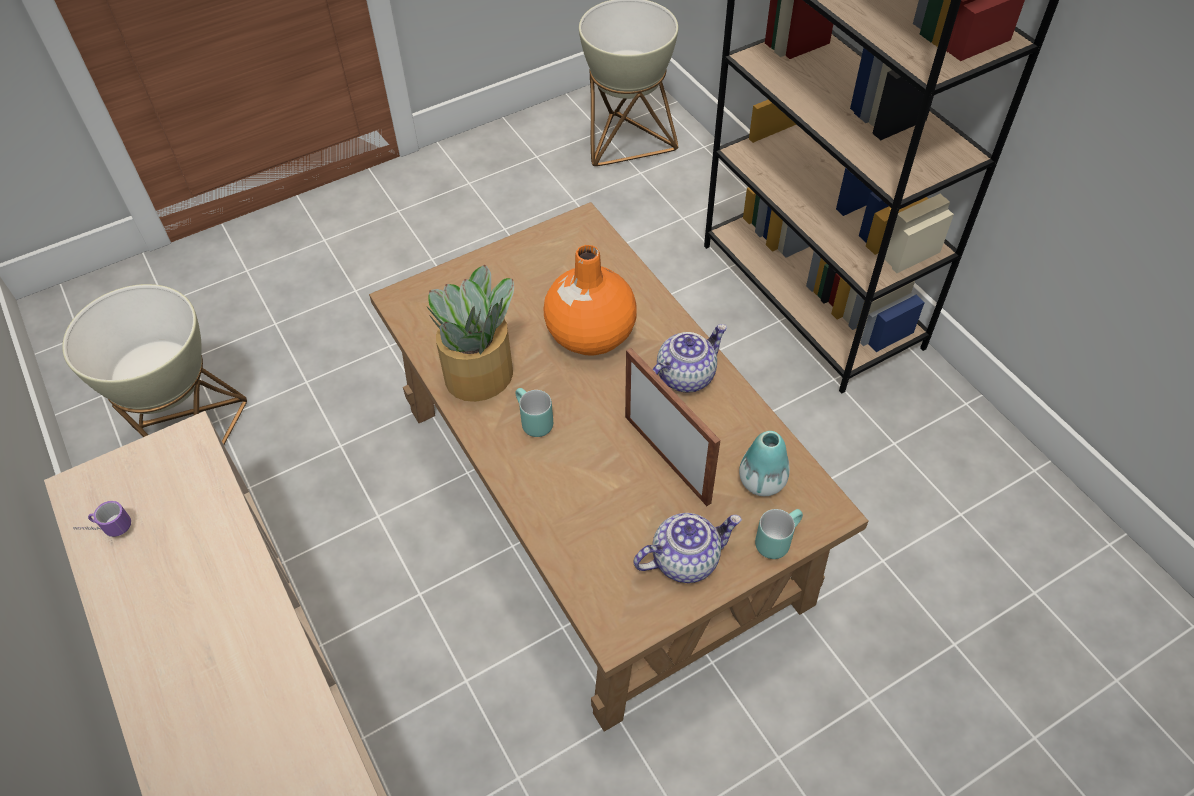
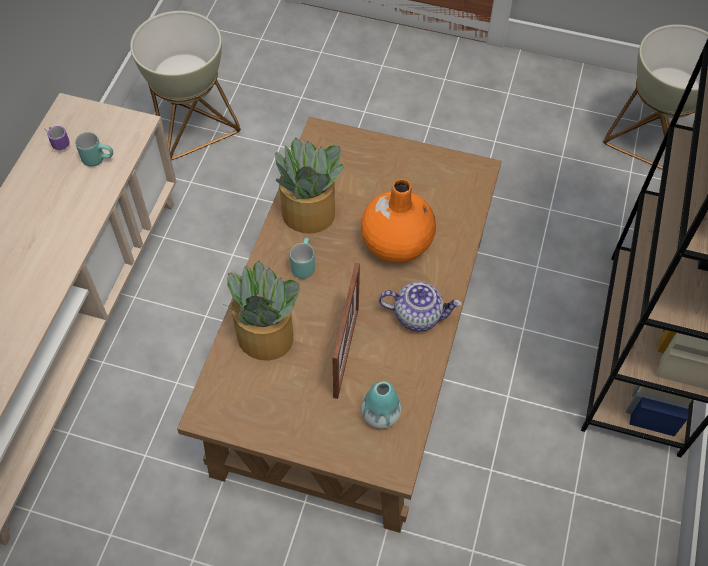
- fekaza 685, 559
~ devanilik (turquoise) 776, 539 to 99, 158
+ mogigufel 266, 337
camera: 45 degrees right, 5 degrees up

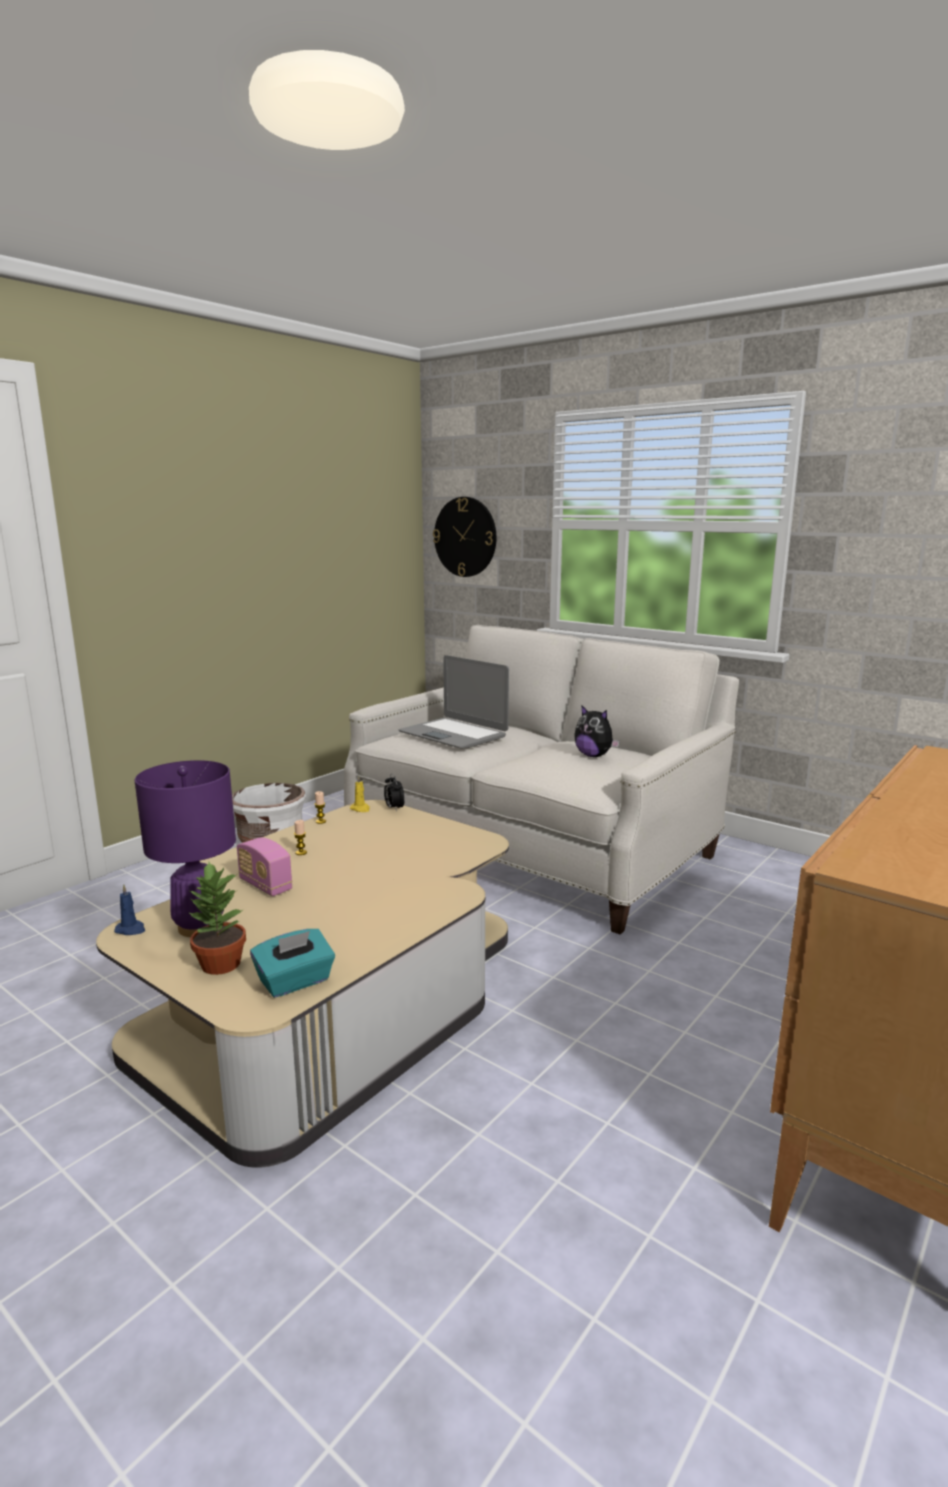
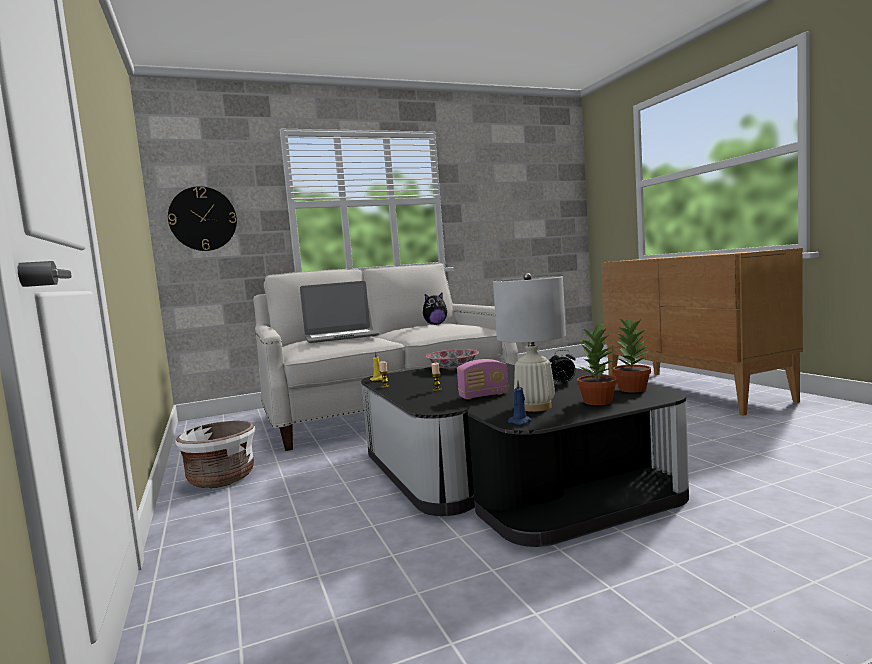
~ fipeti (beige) 335, 987 to fipeti (black) 502, 470
~ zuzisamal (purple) 199, 927 to zuzisamal (white) 535, 407
~ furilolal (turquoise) 295, 982 to mogigufel 632, 389
~ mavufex 394, 808 to 563, 383
+ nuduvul 453, 368
camera: 60 degrees left, 10 degrees down

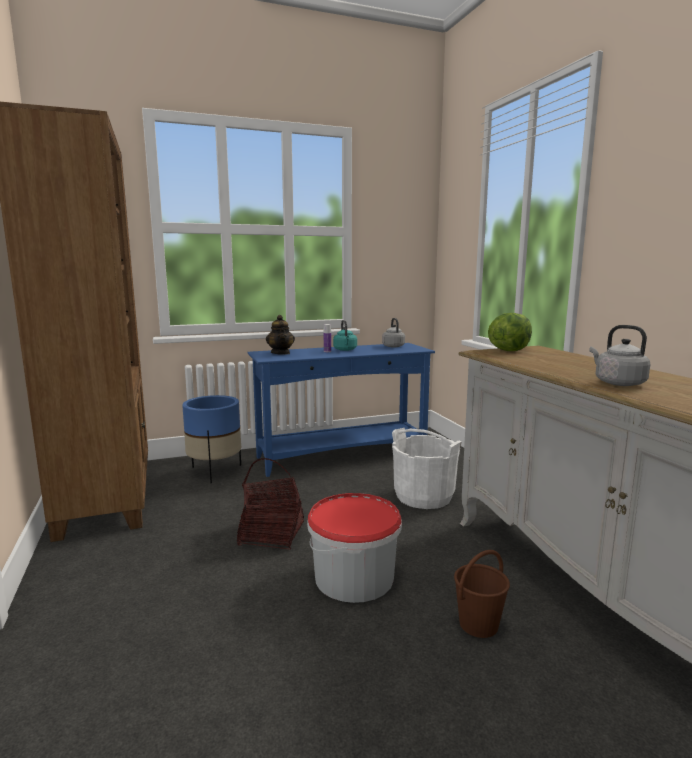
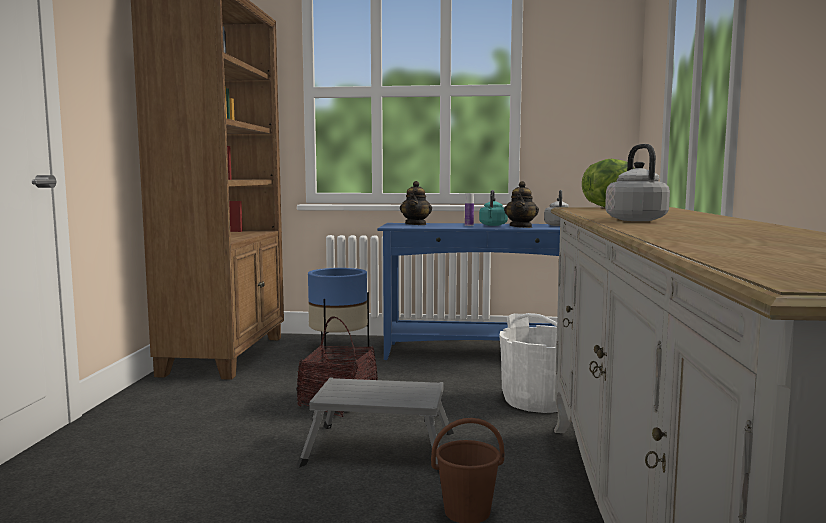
~ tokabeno 354, 577 to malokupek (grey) 380, 449
+ fekaza 521, 227
camera: 25 degrees right, 5 degrees down

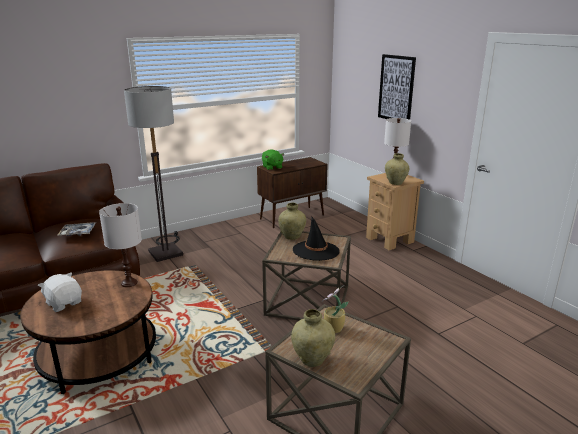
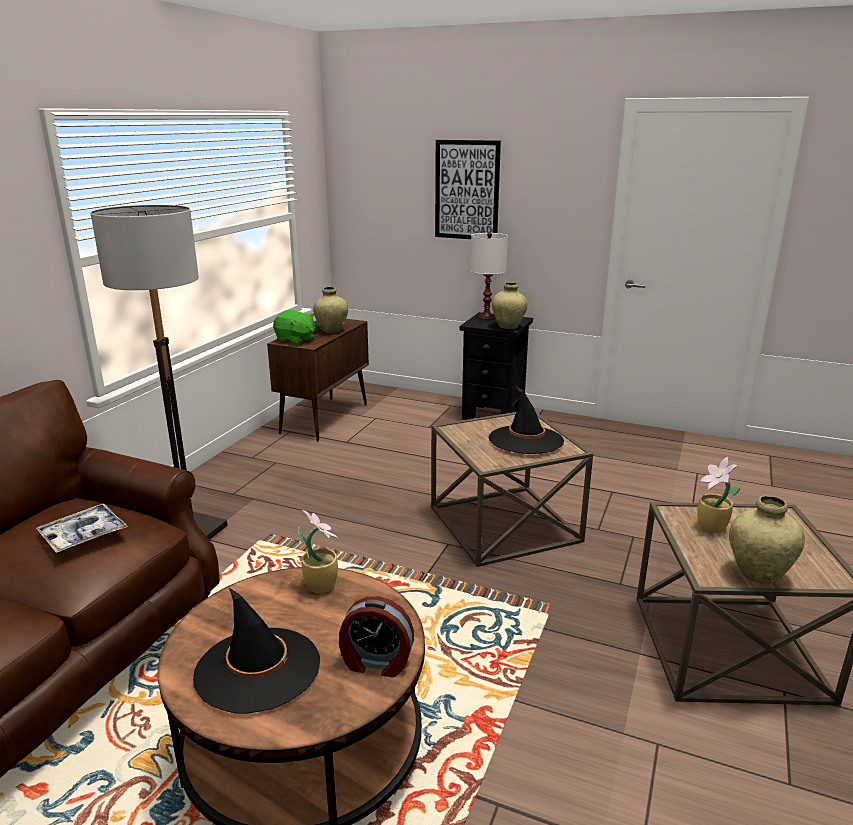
~ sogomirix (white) 64, 303 to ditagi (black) 258, 669
~ zuzisamal (white) 129, 283 to mogigufel 321, 584
~ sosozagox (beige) 292, 237 to 332, 331
~ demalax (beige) 389, 240 to demalax (black) 493, 414
+ mavufex 376, 663
camera: 35 degrees left, 0 degrees up

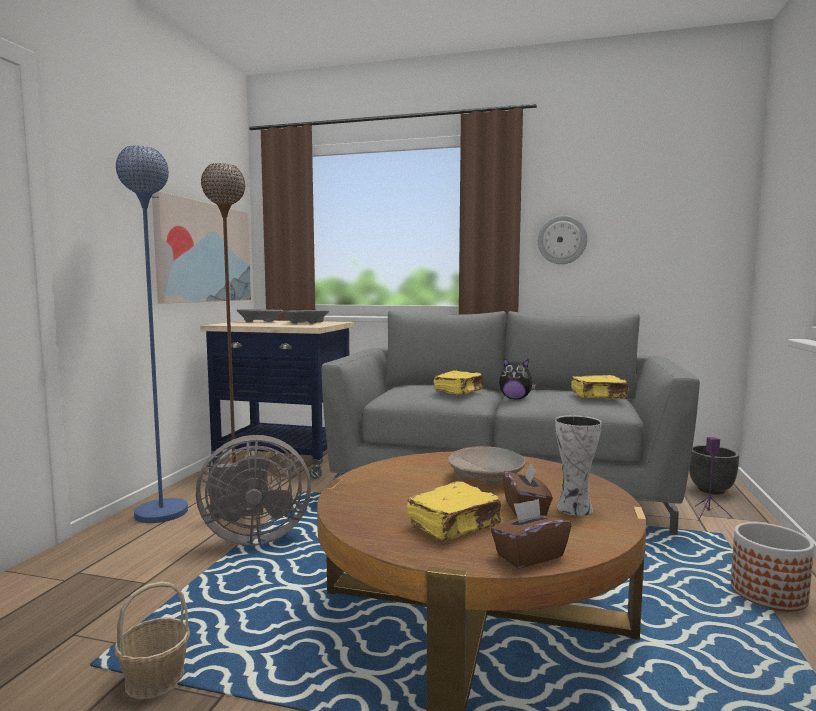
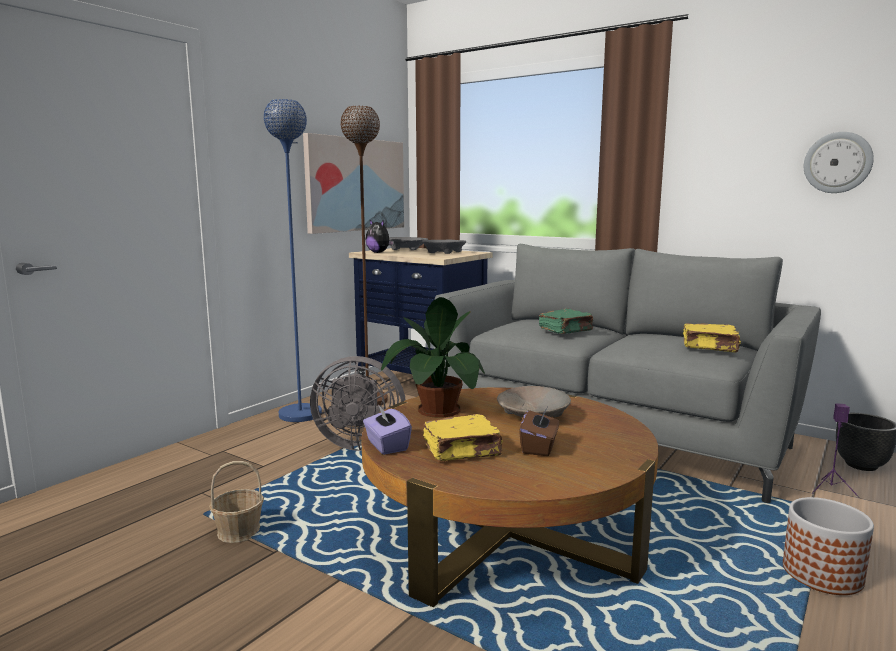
~ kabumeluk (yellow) 459, 391 to kabumeluk (green) 566, 330
- furilolal (brown) 529, 556
~ sogomirix 515, 399 to 379, 252
~ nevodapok 562, 240 to 837, 162
- sosozagox 573, 509
+ furilolal (purple) 386, 445
+ mogigufel 437, 411
camera: 20 degrees right, 5 degrees up

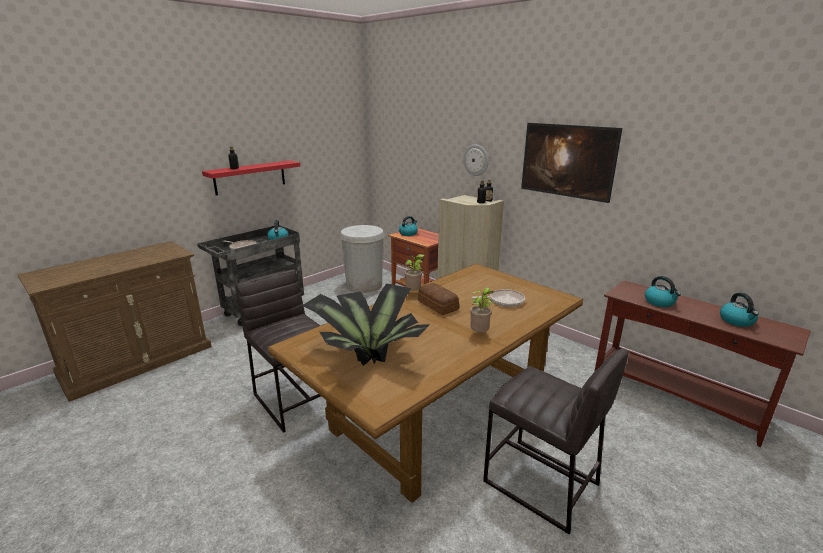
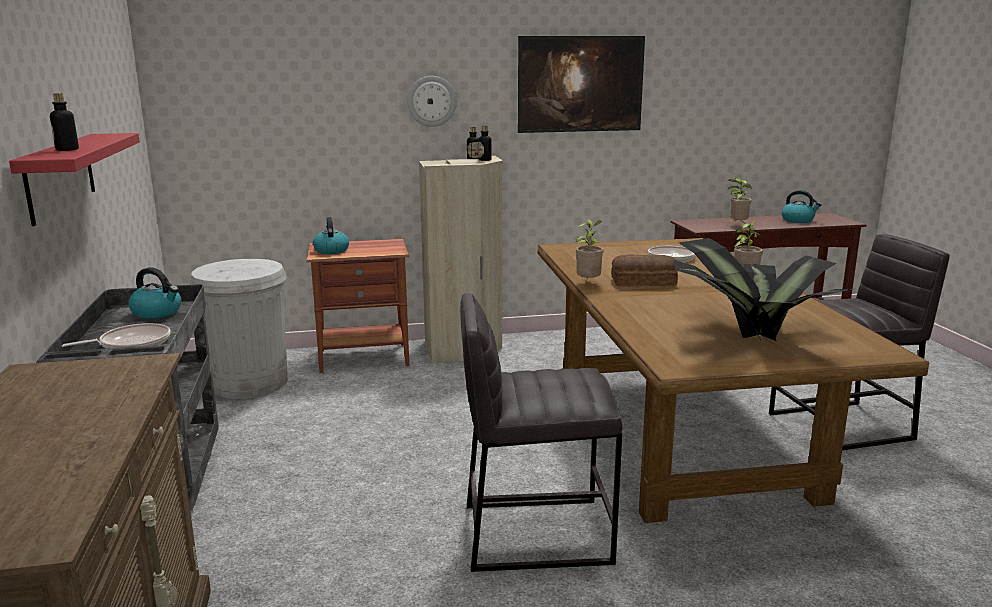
~ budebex 660, 302 to mogigufel 737, 225
camera: 55 degrees left, 5 degrees down

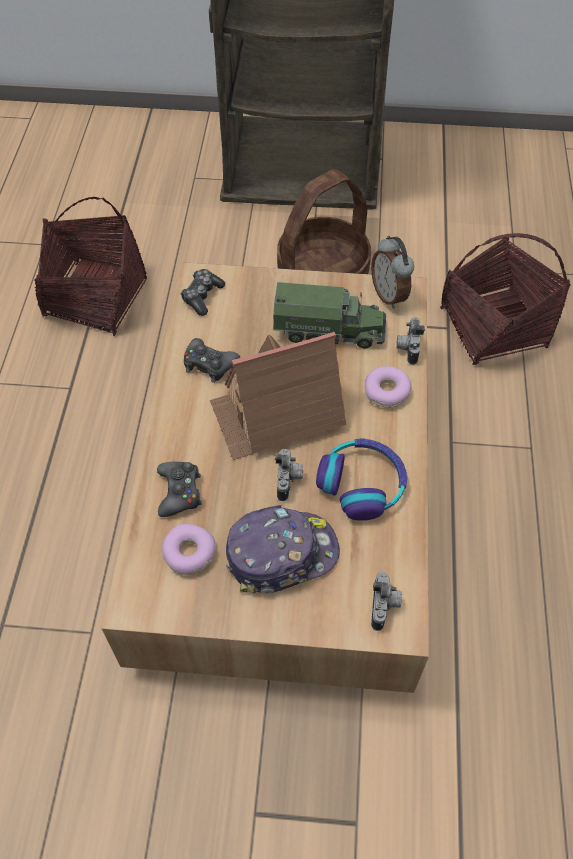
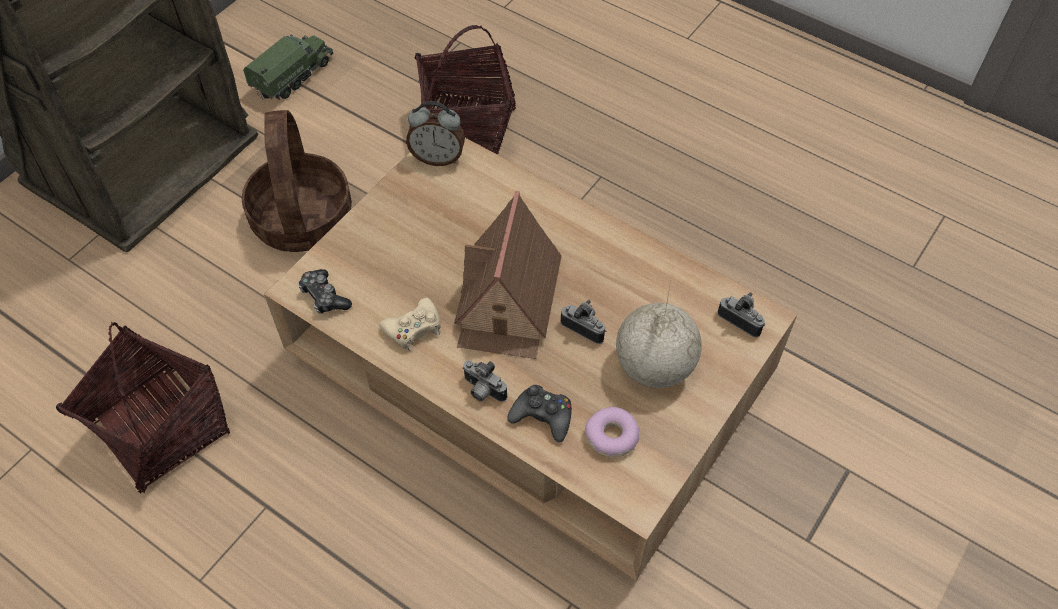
~ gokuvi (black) 209, 364 to gokuvi (beige) 413, 328
~ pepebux 281, 554 to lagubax 653, 367
~ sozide 328, 330 to 293, 76
- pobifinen 362, 484
- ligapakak 386, 392
~ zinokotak 407, 348 to 482, 391
camera: 60 degrees left, 0 degrees up

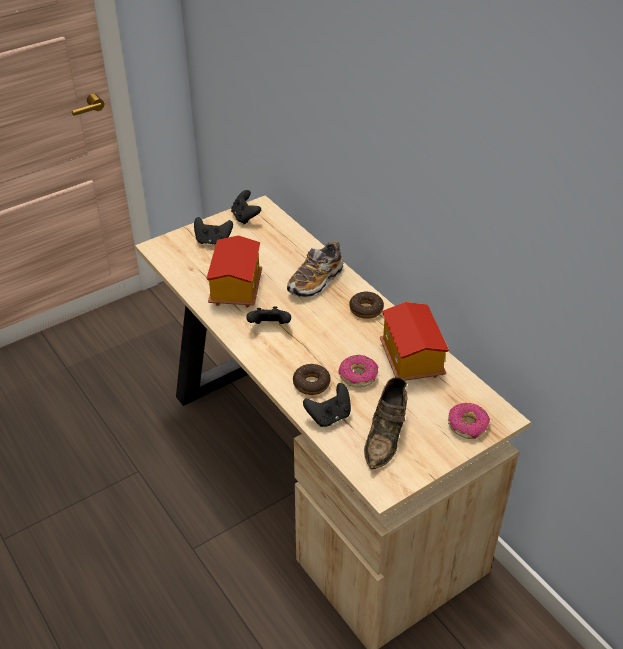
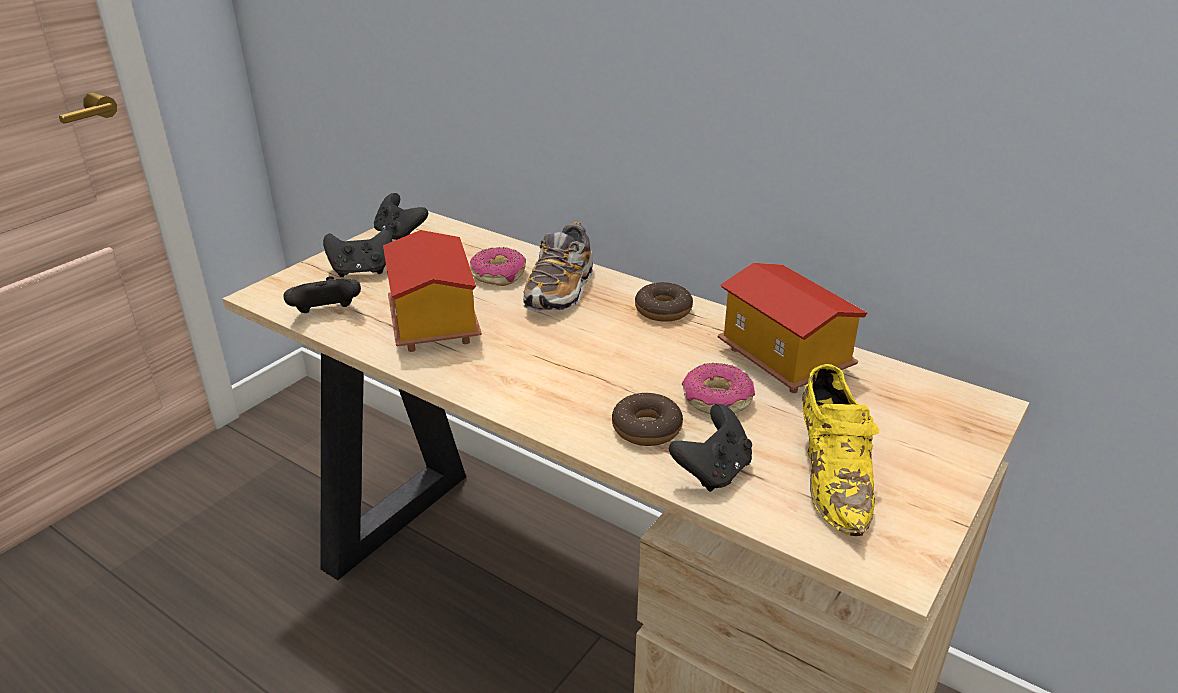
~ gokuvi (black) 269, 327 to 326, 314
~ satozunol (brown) 386, 436 to satozunol (yellow) 832, 478
~ ligapakak 467, 425 to 499, 275
camera: 20 degrees left, 10 degrees down

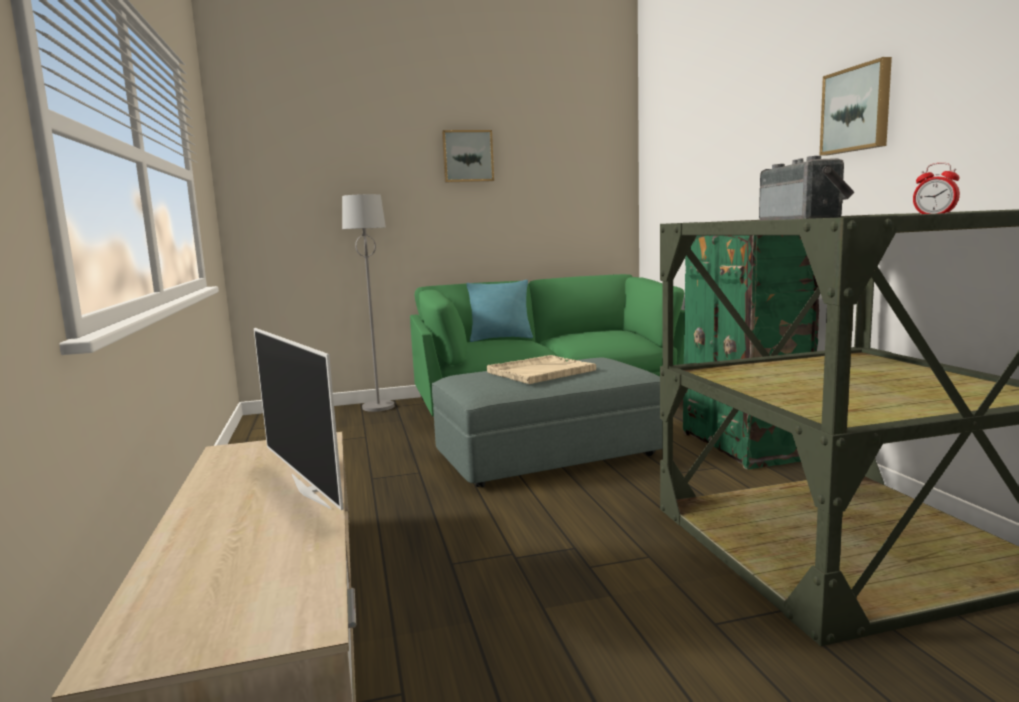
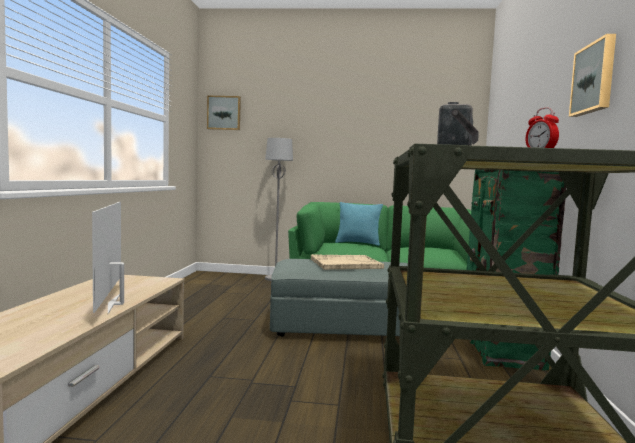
~ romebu 467, 156 to 224, 113
camera: 20 degrees right, 5 degrees down

